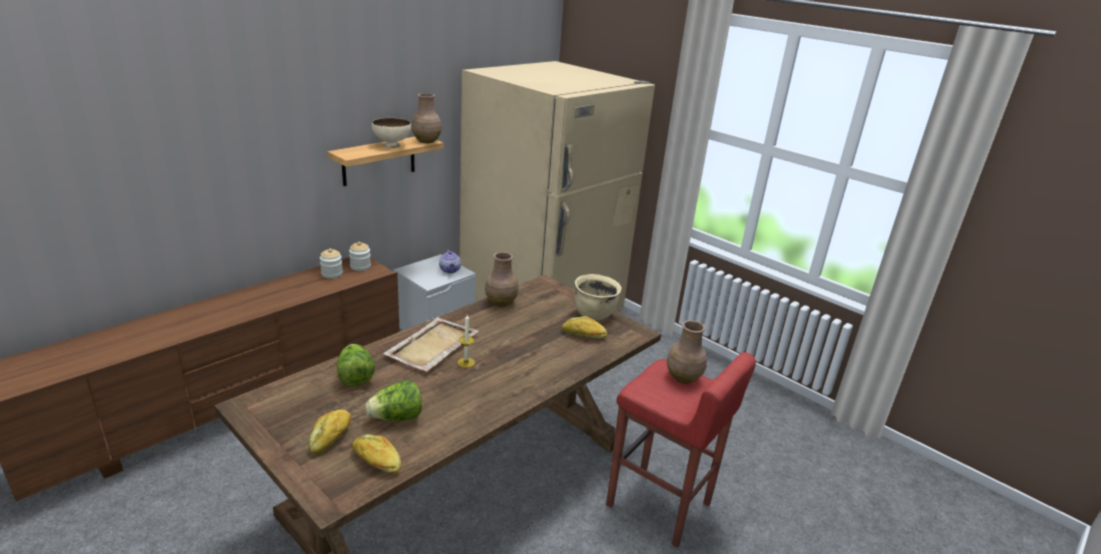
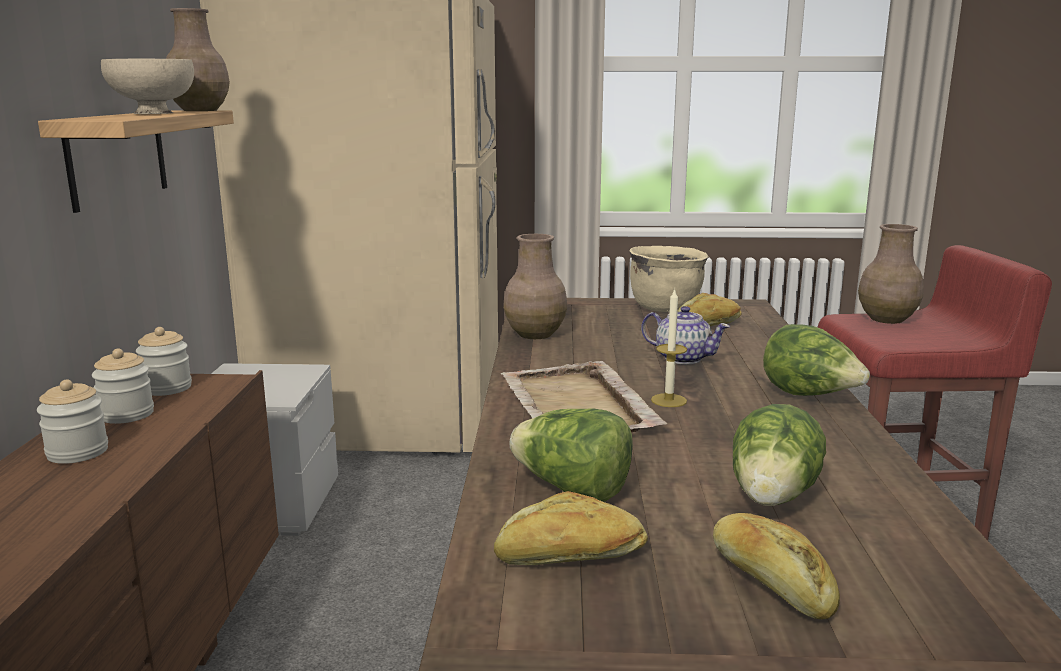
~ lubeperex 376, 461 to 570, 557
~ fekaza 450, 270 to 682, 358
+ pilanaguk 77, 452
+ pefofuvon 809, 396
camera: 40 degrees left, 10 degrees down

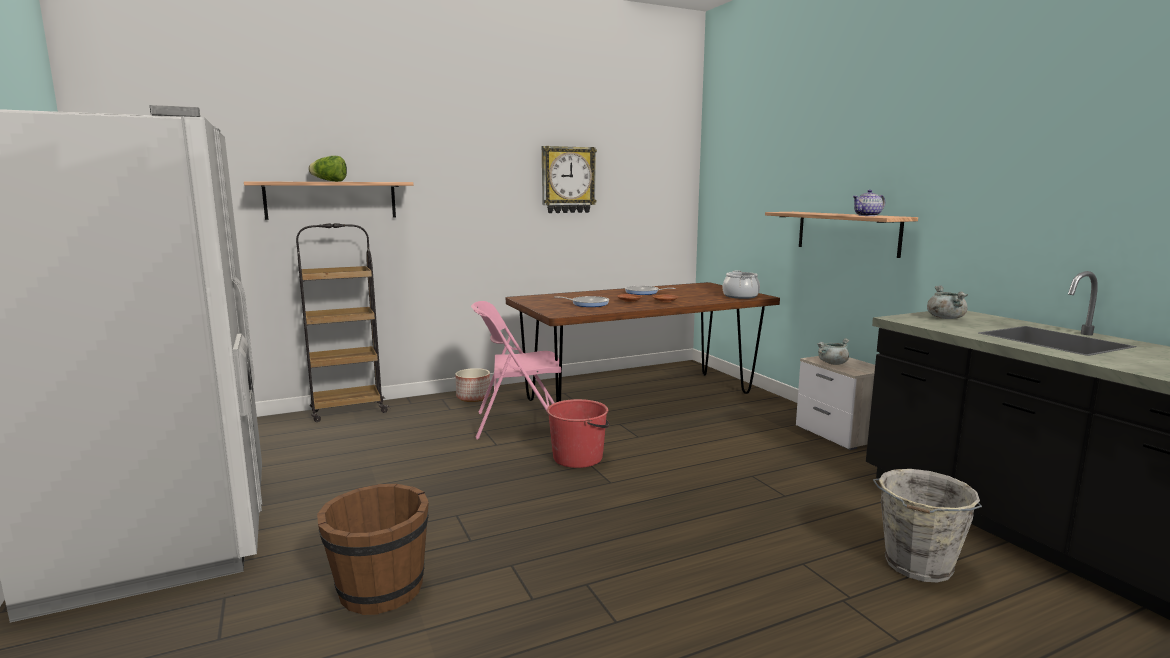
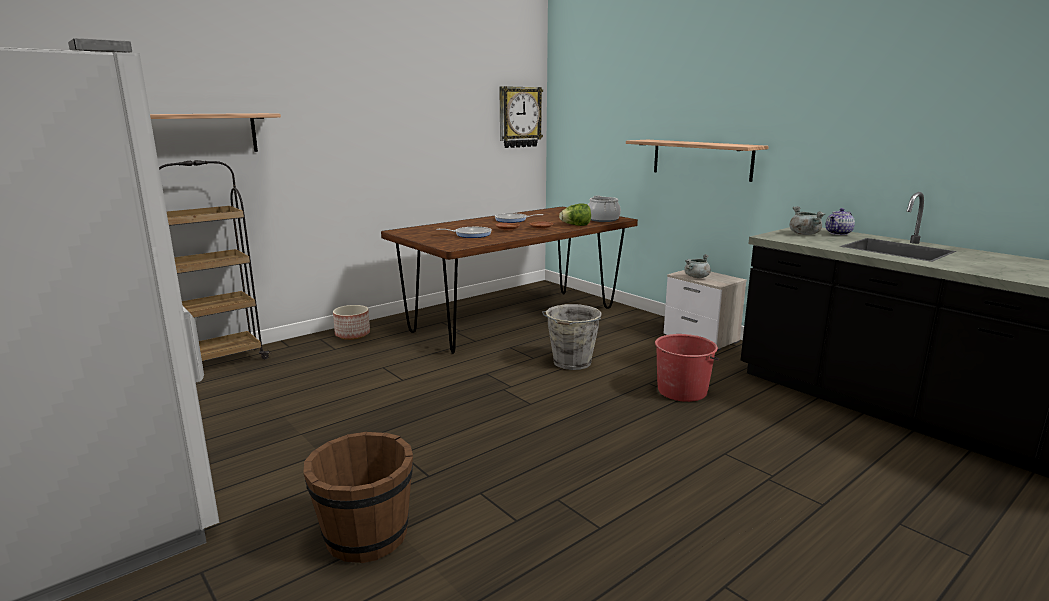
~ pefofuvon 329, 181 to 576, 225
- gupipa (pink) 519, 423
~ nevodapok 568, 180 to 519, 117
~ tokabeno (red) 578, 458 to 682, 391
~ fekaza 868, 215 to 839, 233
~ tokabeno (grey) 917, 566 to 571, 363
camera: 15 degrees left, 5 degrees up

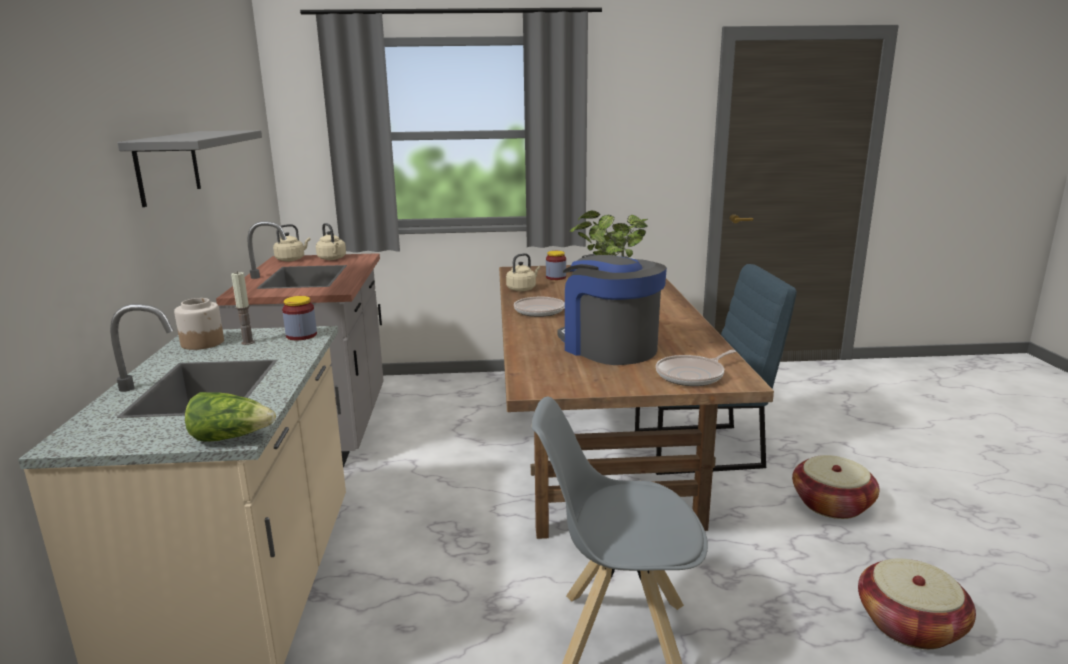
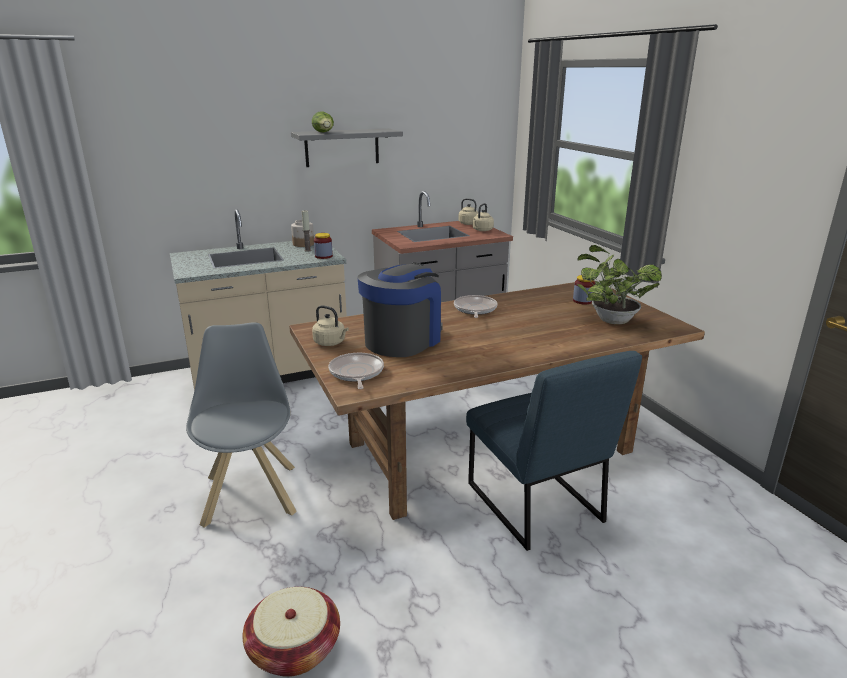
~ pefofuvon 231, 437 to 324, 133
~ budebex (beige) 522, 289 to 331, 343
~ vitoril 692, 375 = 356, 373 45 degrees clockwise
- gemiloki 832, 504
camera: 70 degrees right, 5 degrees up

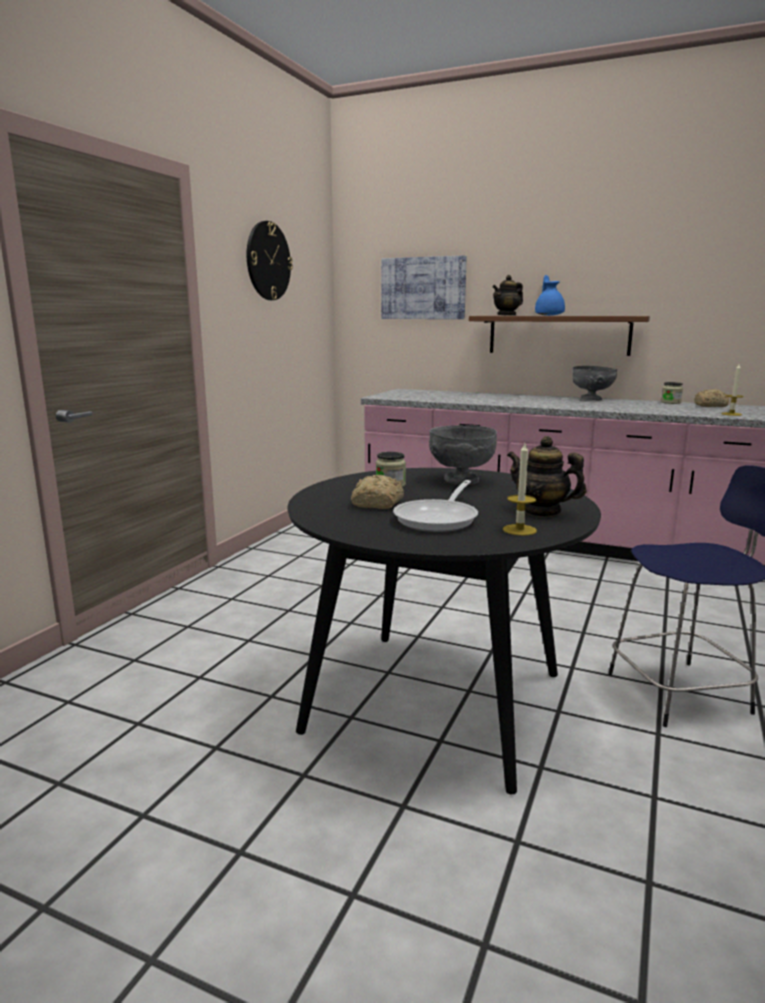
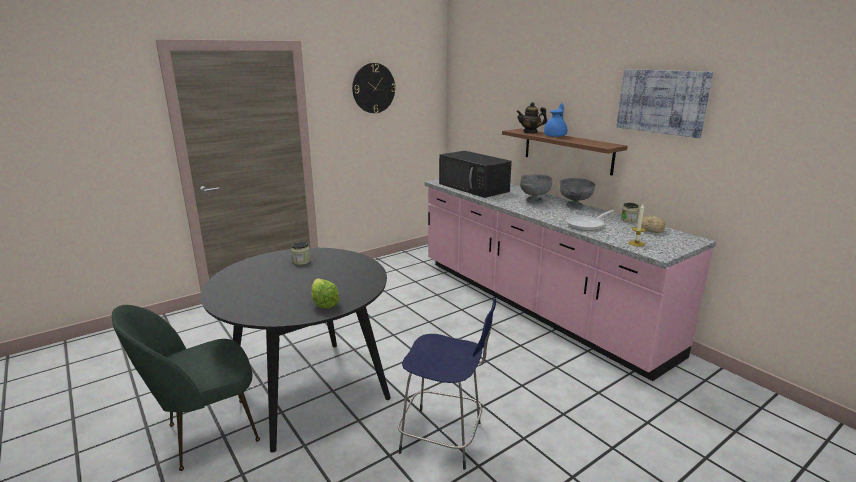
- lubeperex 377, 504
~ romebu 423, 288 to 661, 101
~ vitoril 439, 518 to 587, 225
~ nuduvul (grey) 461, 481 to 534, 201
- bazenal 519, 530
~ fekaza 542, 512 to pefofuvon 323, 301
+ gupipa (green) 204, 436
+ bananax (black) 474, 188
camera: 30 degrees right, 5 degrees up

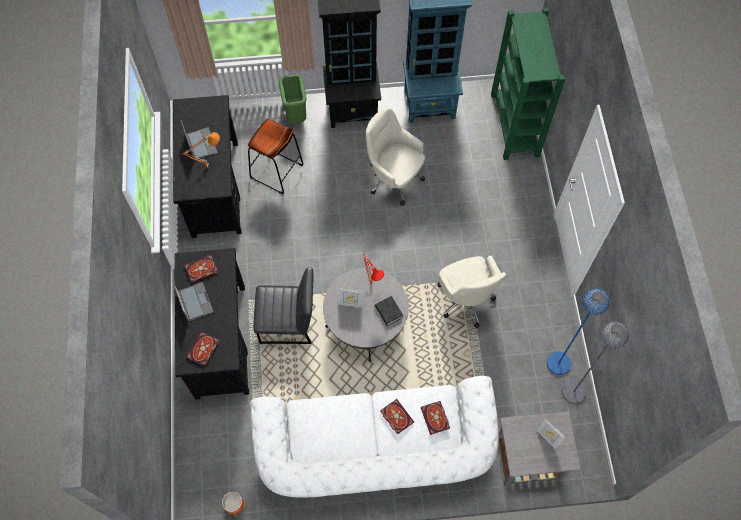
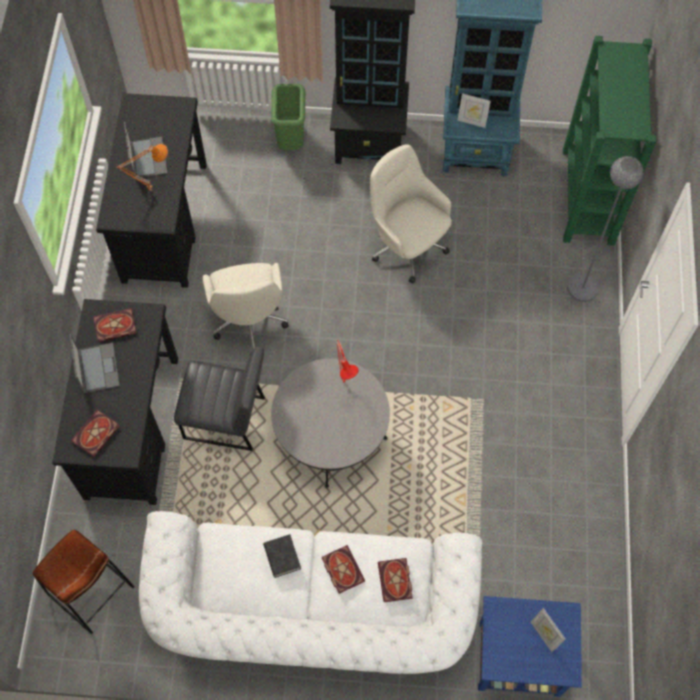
- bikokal 235, 506
~ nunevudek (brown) 277, 172 to 91, 591
~ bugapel 350, 303 to 472, 121
~ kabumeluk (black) 388, 312 to 282, 557
~ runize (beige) 466, 300 to 249, 321
~ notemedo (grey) 527, 458 to notemedo (blue) 518, 658
- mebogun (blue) 558, 363
~ mebogun (grey) 573, 392 to 582, 288
camera: 10 degrees right, 0 degrees up

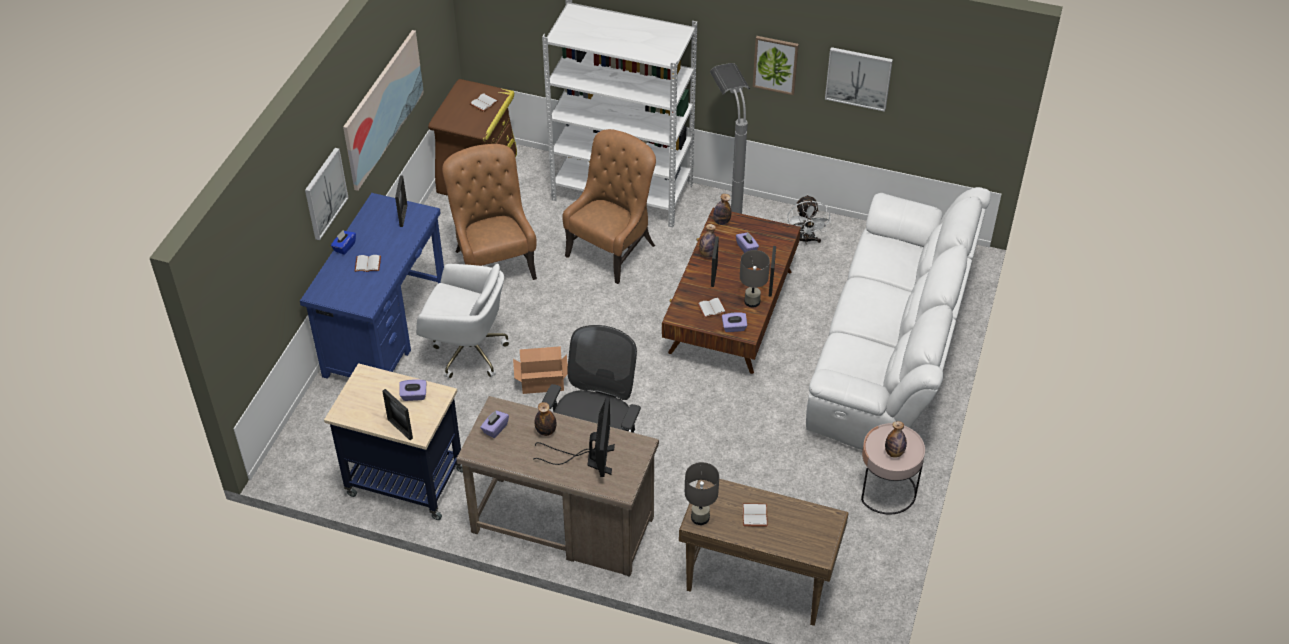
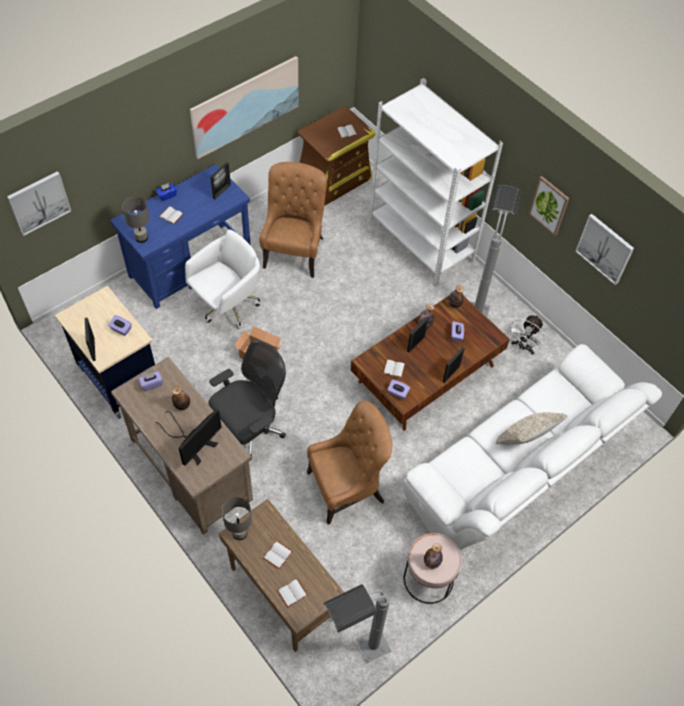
~ romebu 325, 193 to 39, 202
~ runize (white) 467, 353 = 227, 308 90 degrees counterclockwise
~ gupipa (brown) 612, 250 to 347, 487
~ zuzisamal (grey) 752, 301 to 142, 238
+ kabumeluk (white) 292, 594
+ mebogun (grey) 356, 655
+ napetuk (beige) 525, 440
camera: 30 degrees right, 10 degrees up

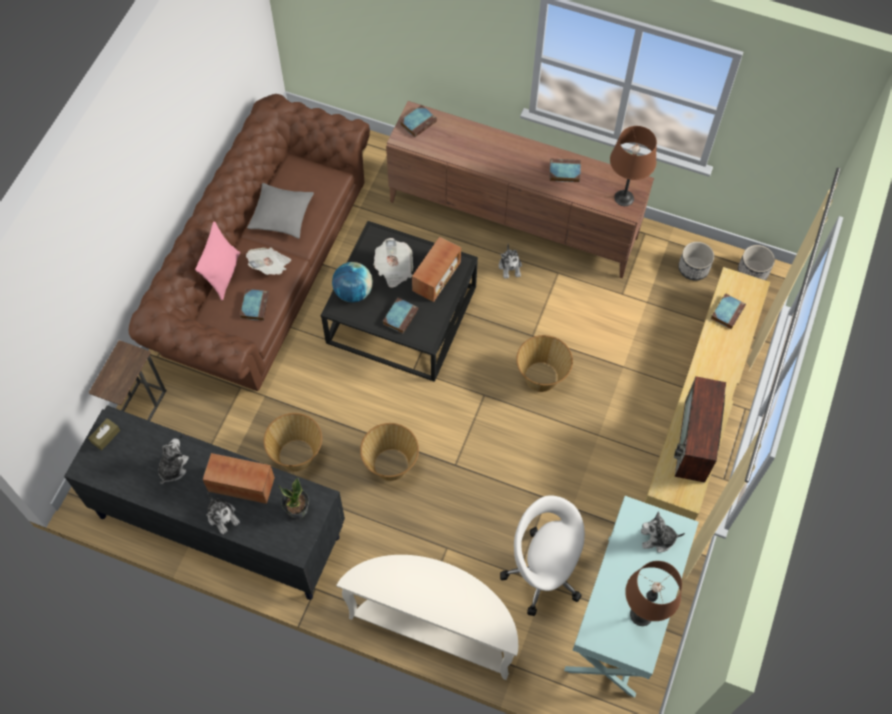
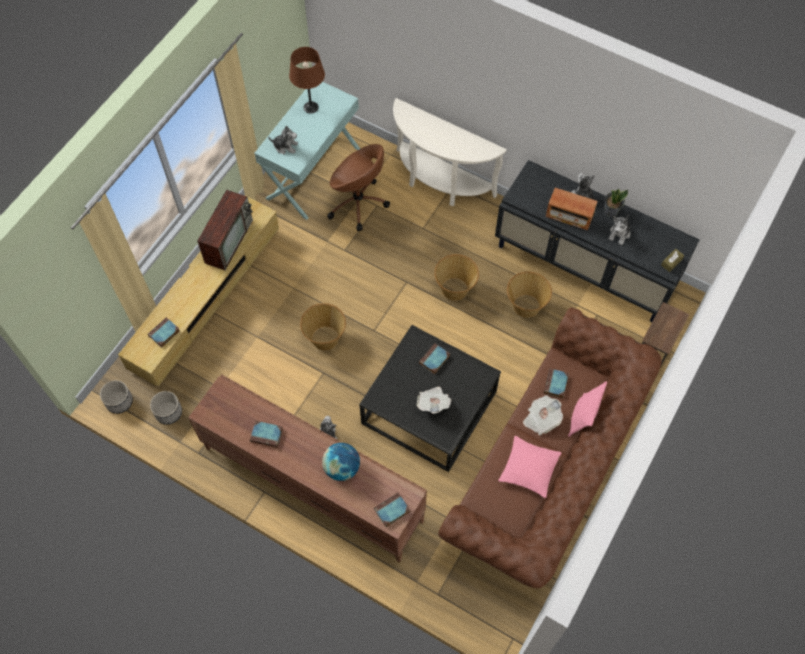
~ napetuk (grey) 281, 215 to napetuk (pink) 529, 469
~ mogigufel 297, 510 to 611, 210
~ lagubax 353, 292 to 342, 468
- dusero 436, 277
~ runize (white) 542, 571 to runize (brown) 359, 205
- zuzisamal (brown) 624, 198
camera: 170 degrees left, 0 degrees up

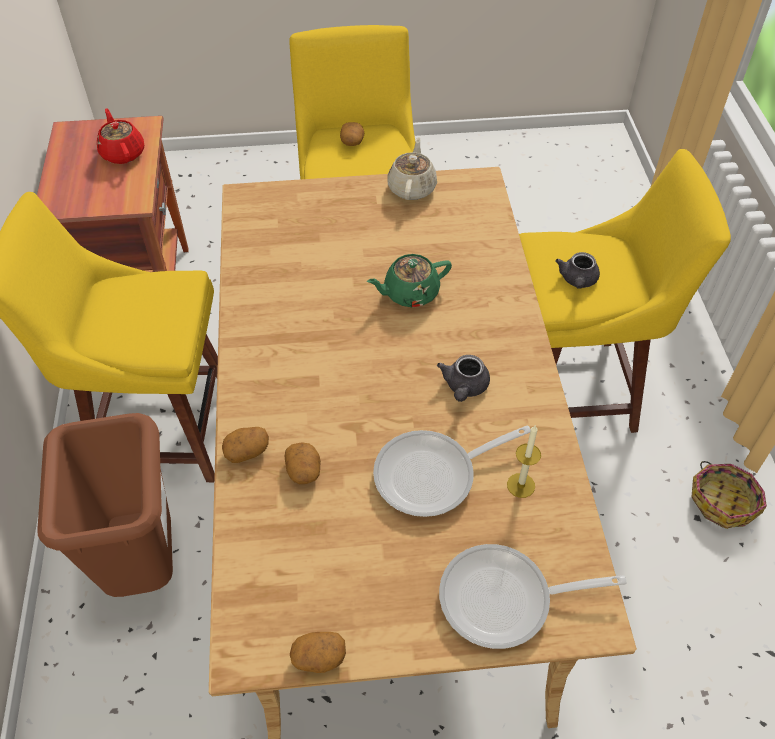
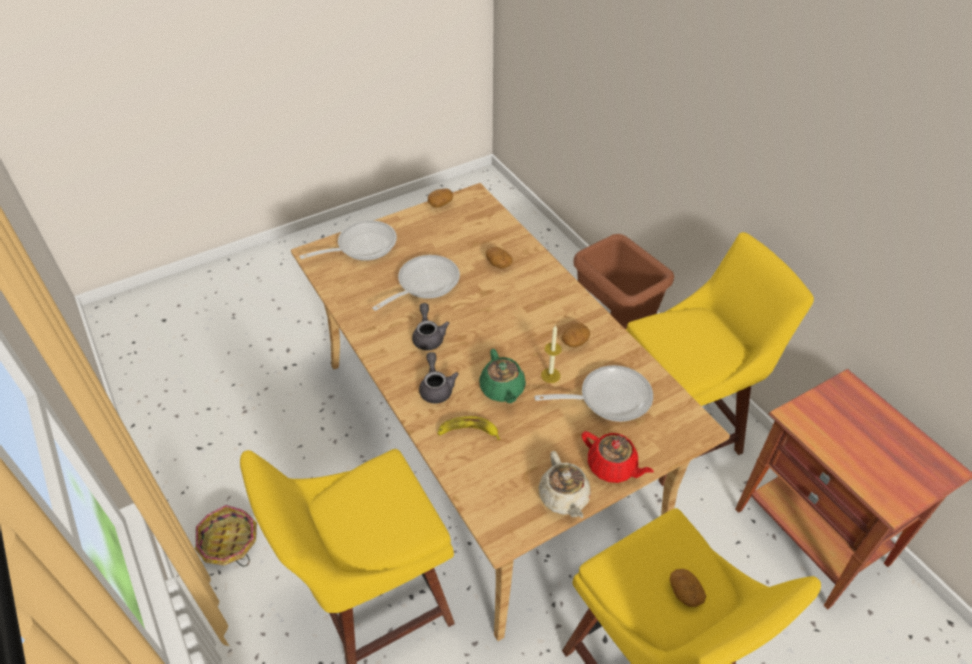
~ fekaza (red) 123, 153 to 612, 467
~ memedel 247, 450 to 575, 341
~ fekaza (green) 410, 293 = 502, 389 120 degrees clockwise
~ bazenal 521, 485 to 550, 375
~ fekaza (grey) 577, 281 to 436, 387
+ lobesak 468, 432
+ vitoril 608, 398
camera: 155 degrees right, 5 degrees down

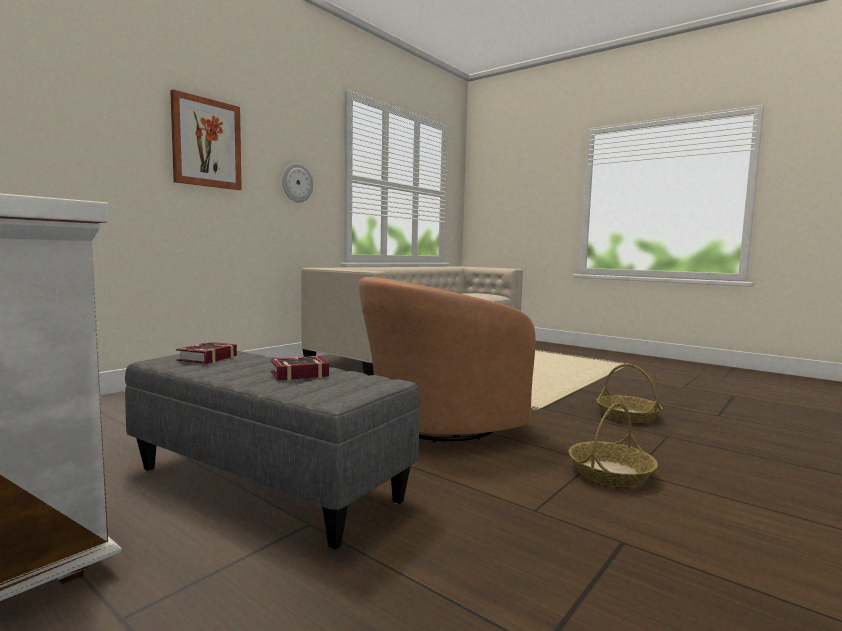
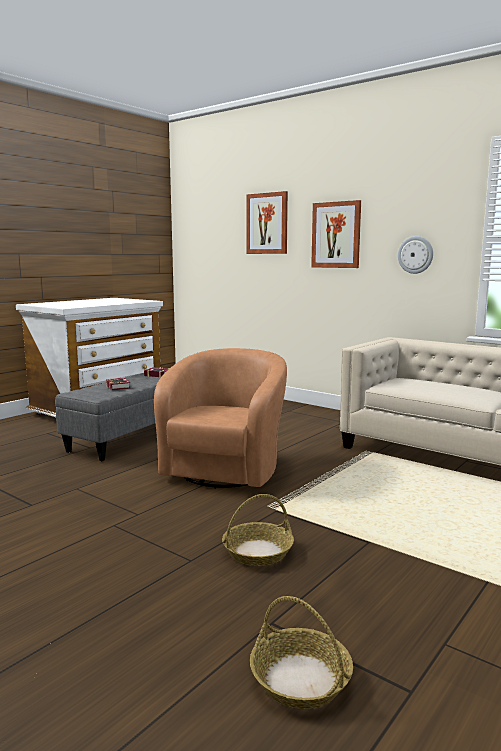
~ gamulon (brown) 439, 422 = 226, 470 45 degrees clockwise
~ gemiloki 610, 473 to 299, 679
+ romebu 267, 223
camera: 90 degrees right, 5 degrees up

